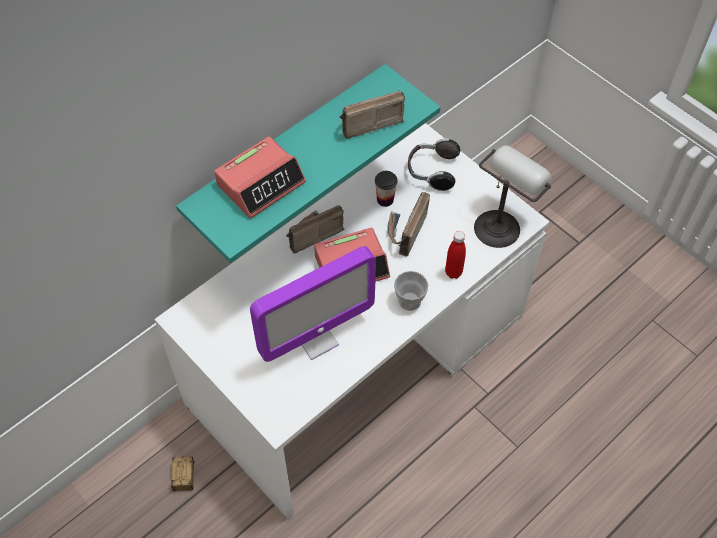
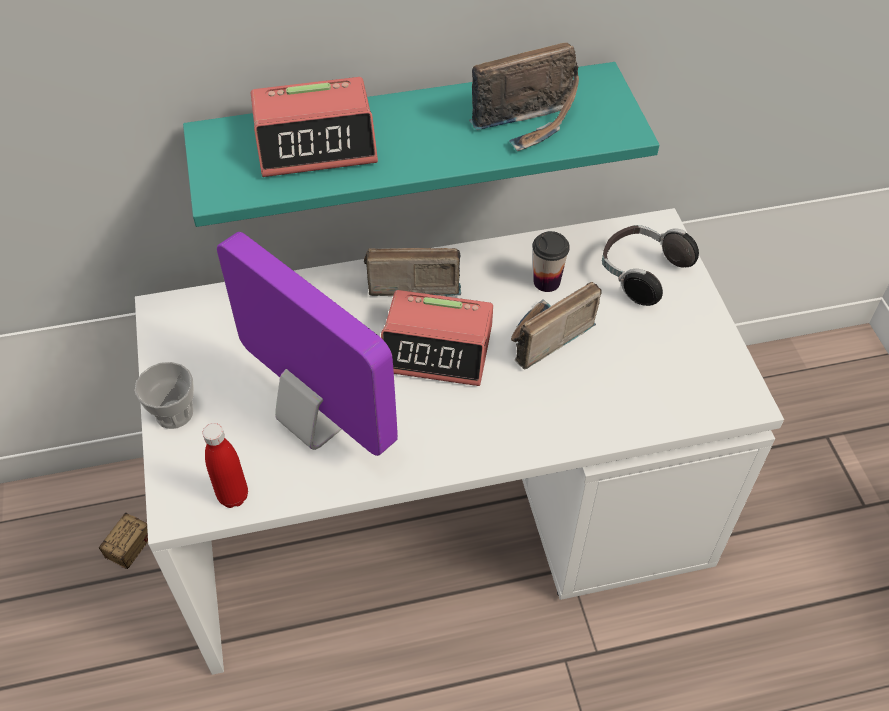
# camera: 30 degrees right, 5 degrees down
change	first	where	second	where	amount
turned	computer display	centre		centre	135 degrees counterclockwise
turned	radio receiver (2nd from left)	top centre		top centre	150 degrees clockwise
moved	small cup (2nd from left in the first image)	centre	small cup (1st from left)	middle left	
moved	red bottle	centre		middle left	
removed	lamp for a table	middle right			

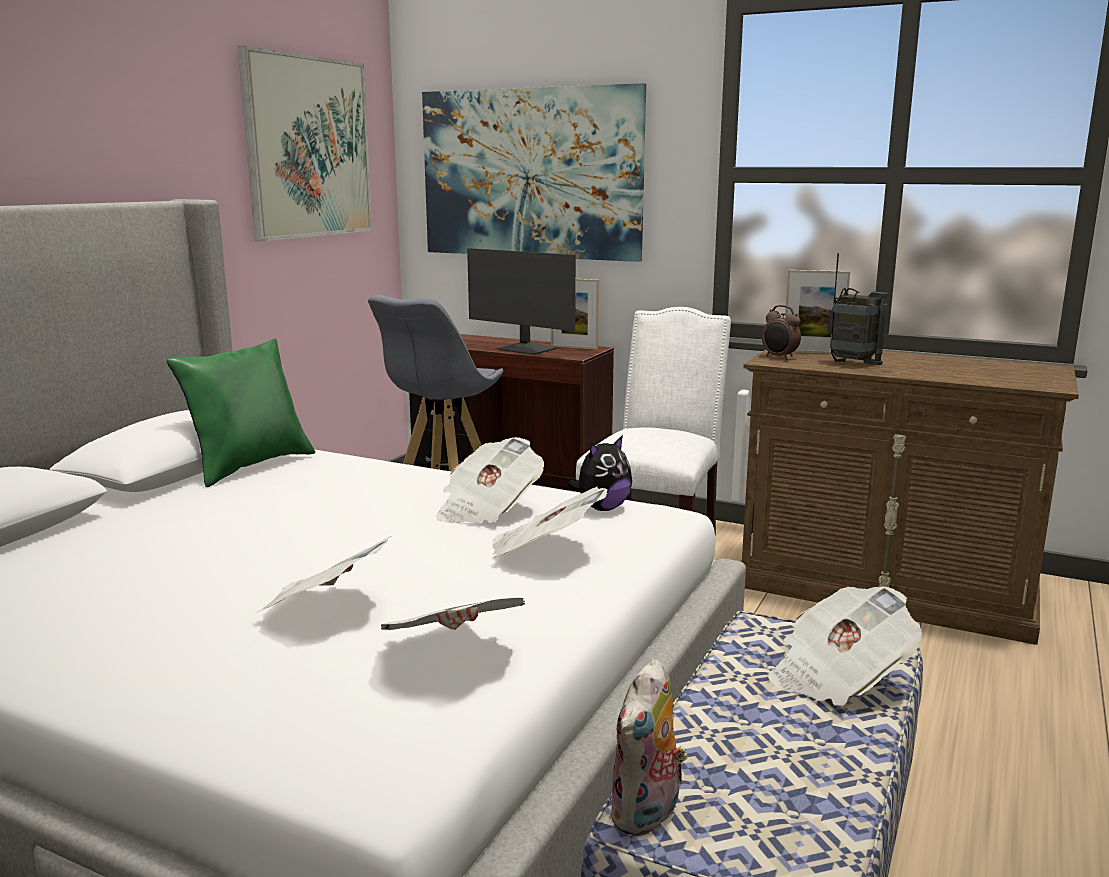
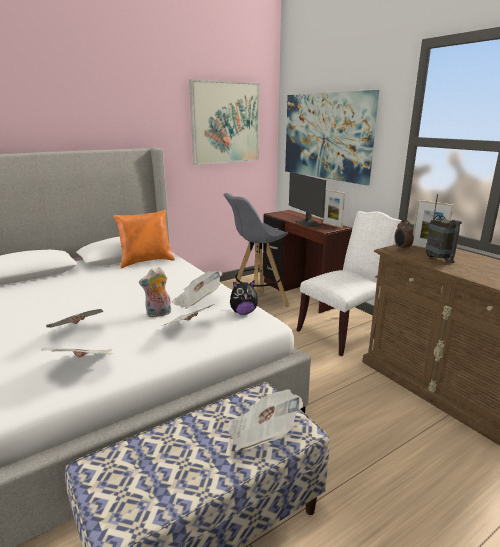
# camera: 30 degrees right, 5 degrees up
change	first	where	second	where	amount
recoloured	green throw pillow	middle left	orange throw pillow	middle left	
moved	soft toy (2nd from left in the first image)	bottom centre	soft toy (1st from left)	middle left	

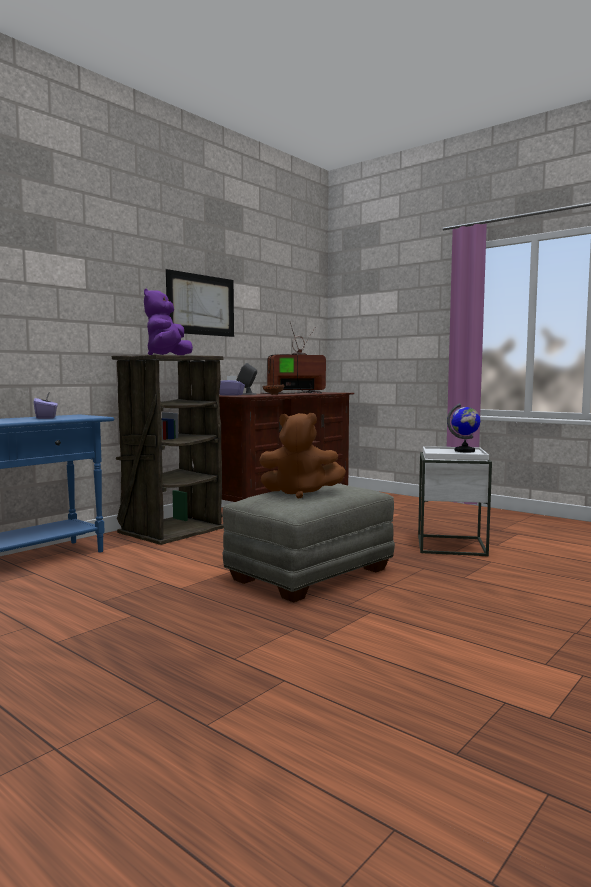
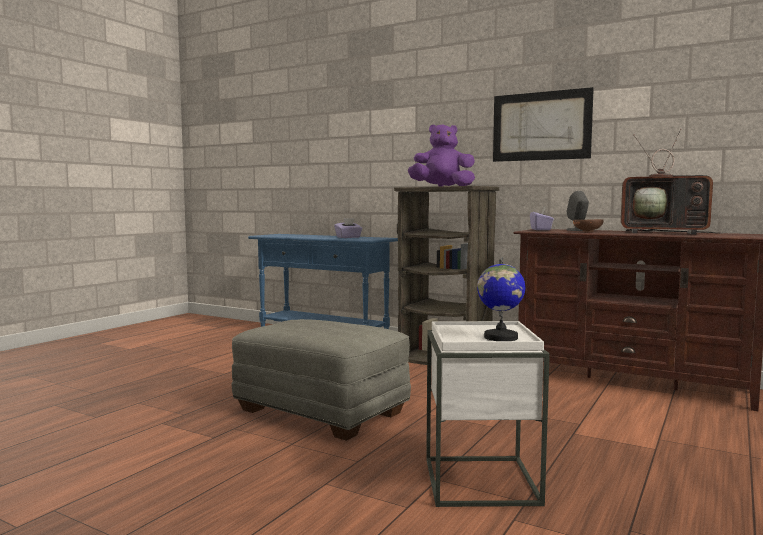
# camera: 80 degrees right, 0 degrees up
change	first	where	second	where	amount
removed	brownish soft toy	centre			
turned	TV set	centre		middle right	135 degrees clockwise

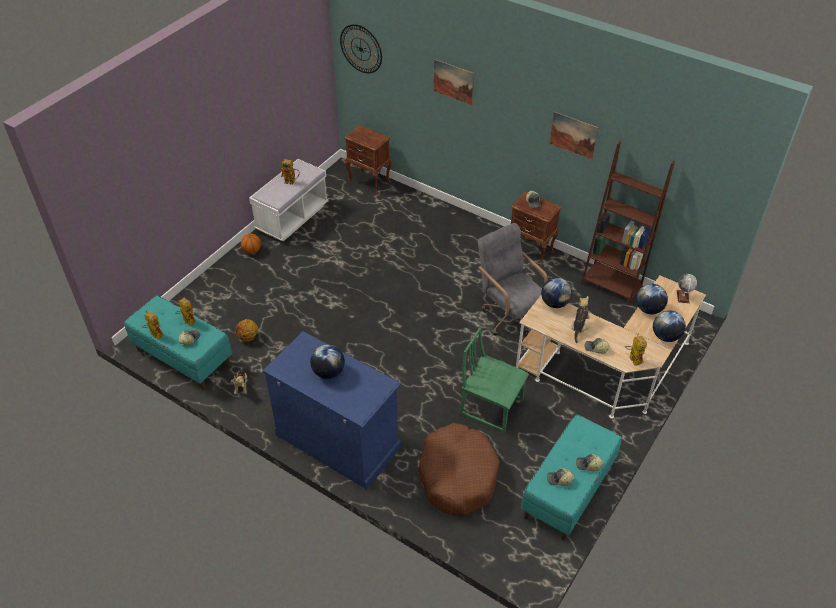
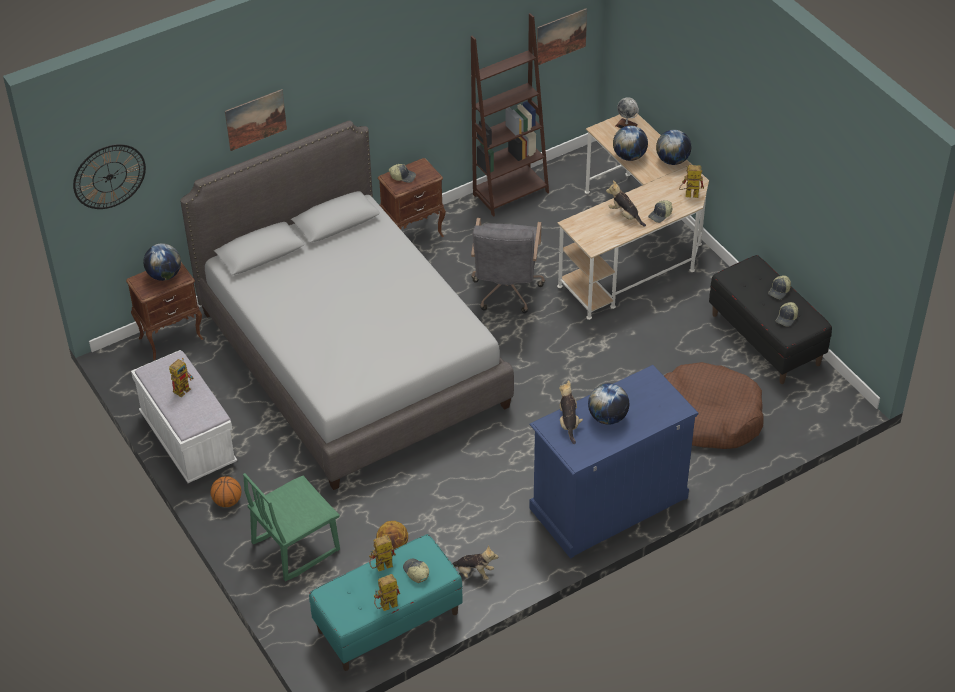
# camera: 65 degrees left, 0 degrees up
change	first	where	second	where	amount
moved	green chair	centre		bottom left	
turned	grey computer chair	centre		centre	75 degrees counterclockwise
recoloured	turquoise-coloured bench (2nd from left)	bottom right	black-coloured bench	middle right	
moved	globe (2nd from left in the first image)	centre	globe (1st from left)	middle left	
moved	wall art (2nd from left)	top right		top centre	
added			grey bedroom bed	centre	
added			soft toy (2nd from left)	centre	

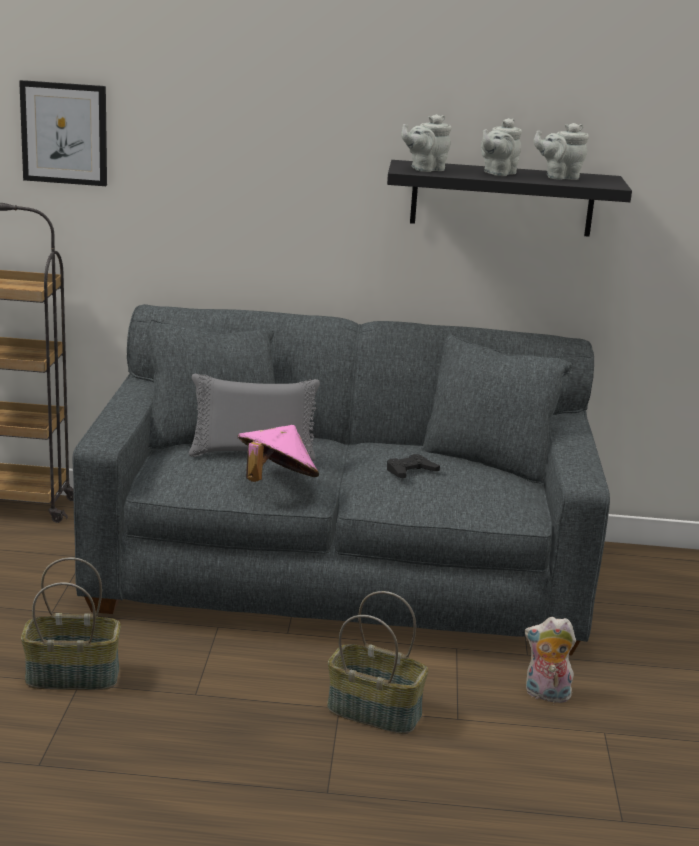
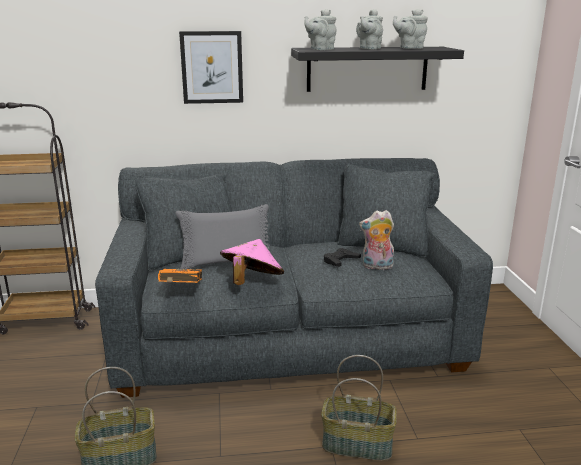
# camera: 10 degrees left, 0 degrees up
change	first	where	second	where	amount
moved	wall art	top left		top centre	
moved	soft toy	bottom right		centre	
added			orange volume	middle left	

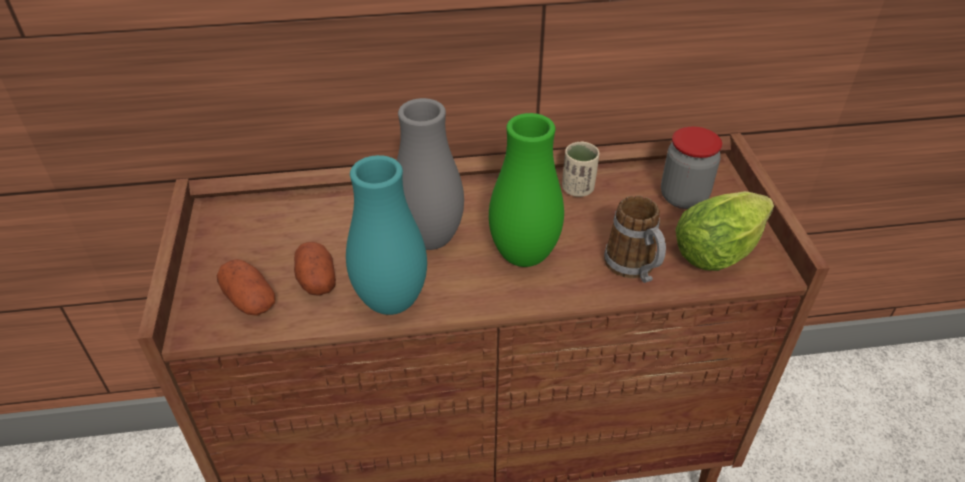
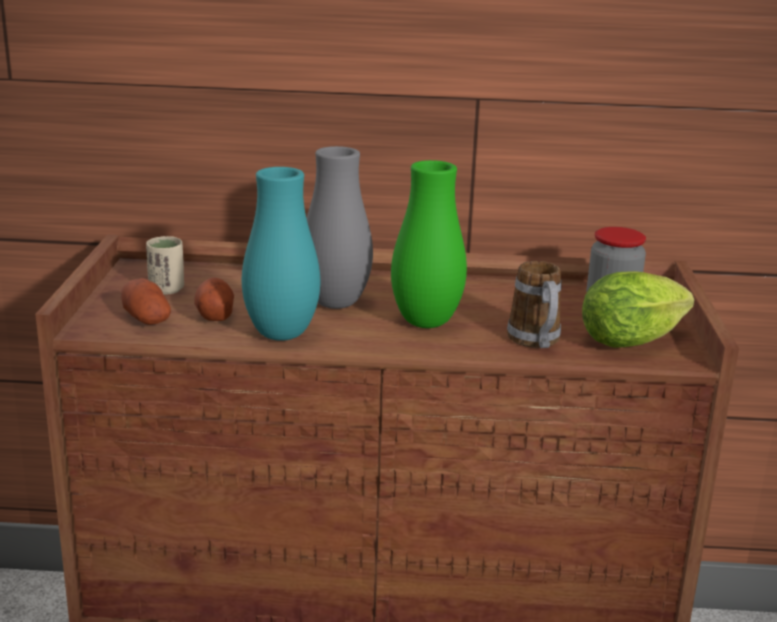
# camera: 10 degrees right, 20 degrees down
change	first	where	second	where	amount
moved	beige small cup	centre		middle left	

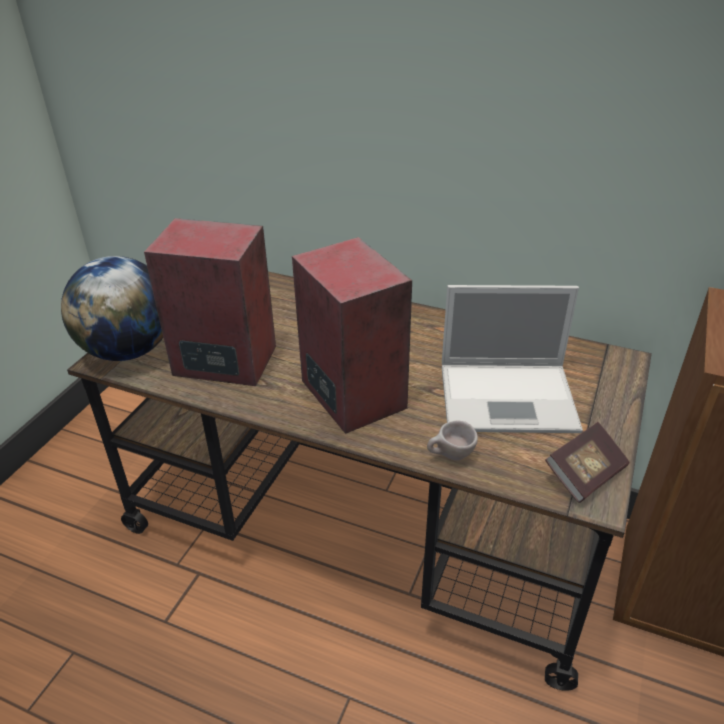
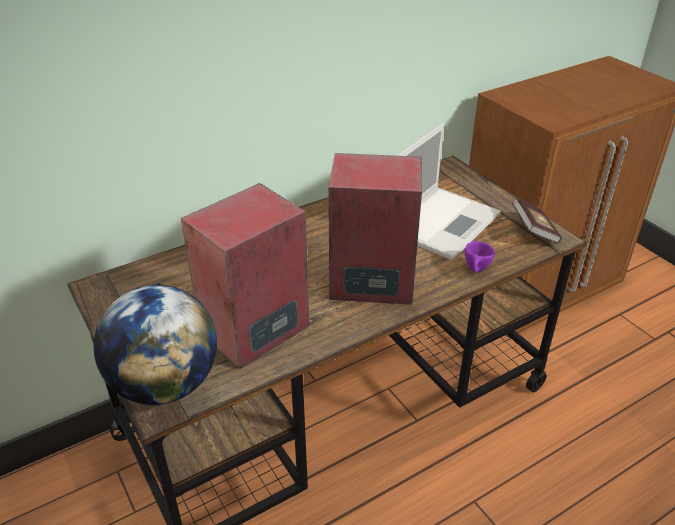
# camera: 55 degrees left, 0 degrees up
change	first	where	second	where	amount
recoloured	beige small cup	centre	purplish small cup	middle right	

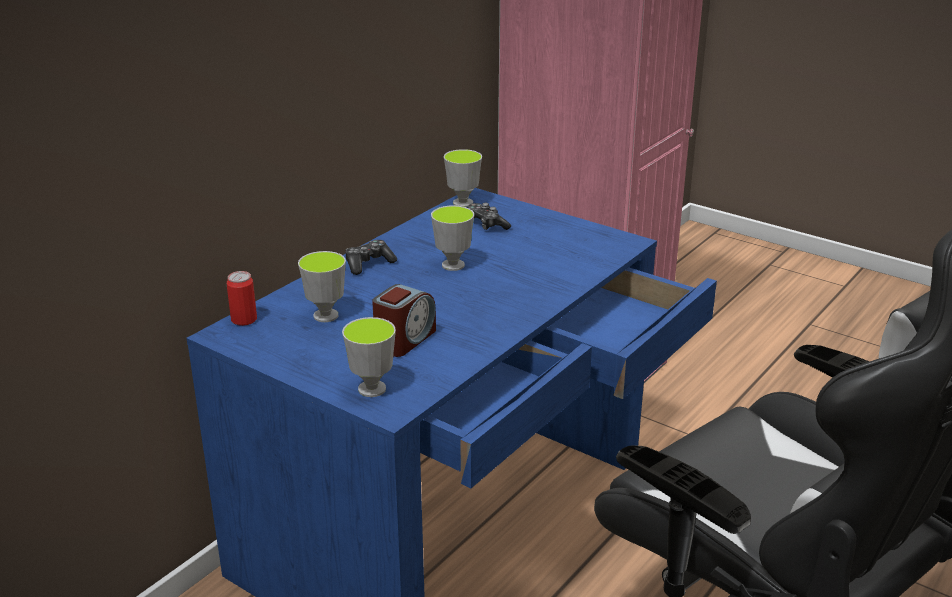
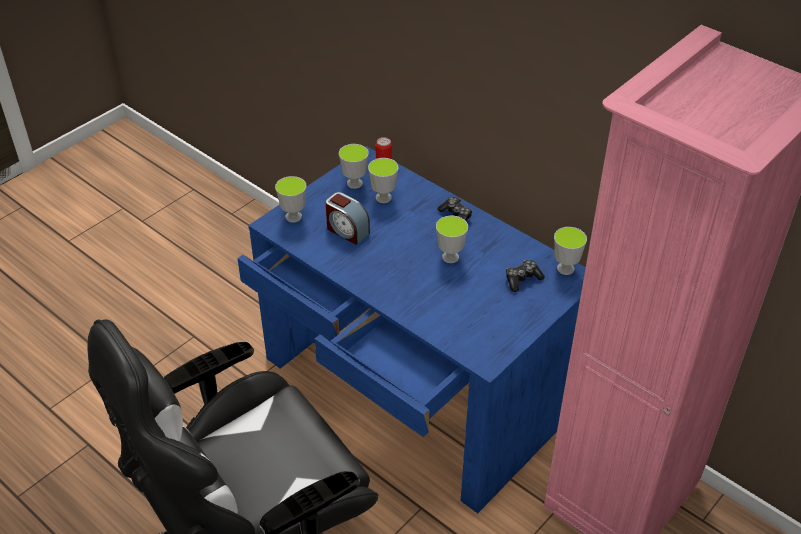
# camera: 95 degrees right, 15 degrees up
change	first	where	second	where	amount
added			small cup (2nd from left)	top centre	

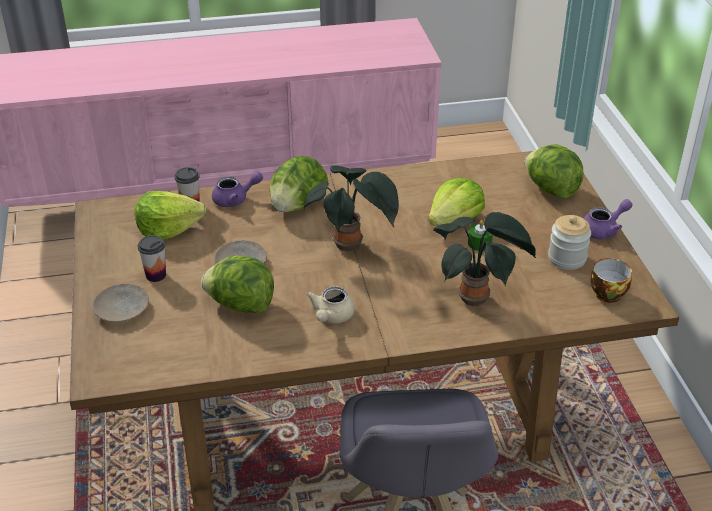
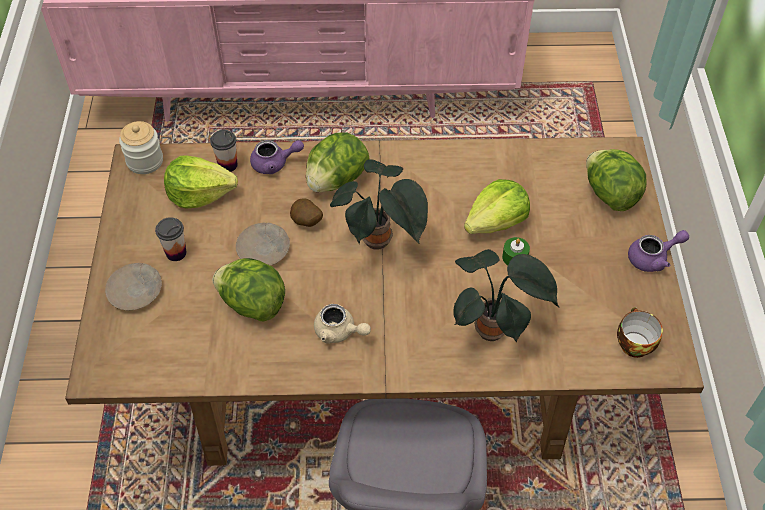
# camera: 10 degrees right, 15 degrees up
change	first	where	second	where	amount
turned	beige tea pot	centre		centre	90 degrees counterclockwise
moved	jar	middle right		top left	
added			spud	centre	

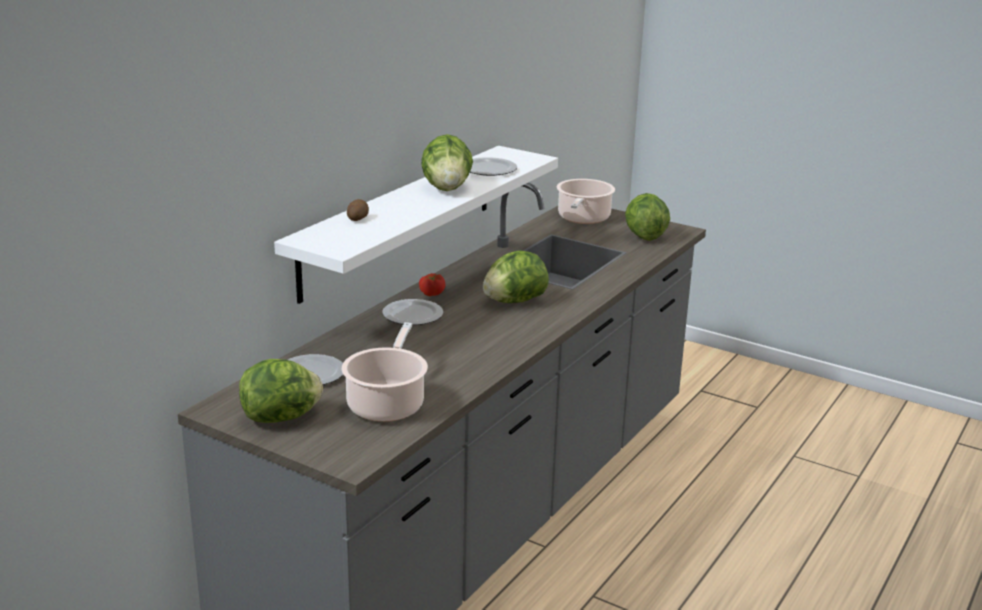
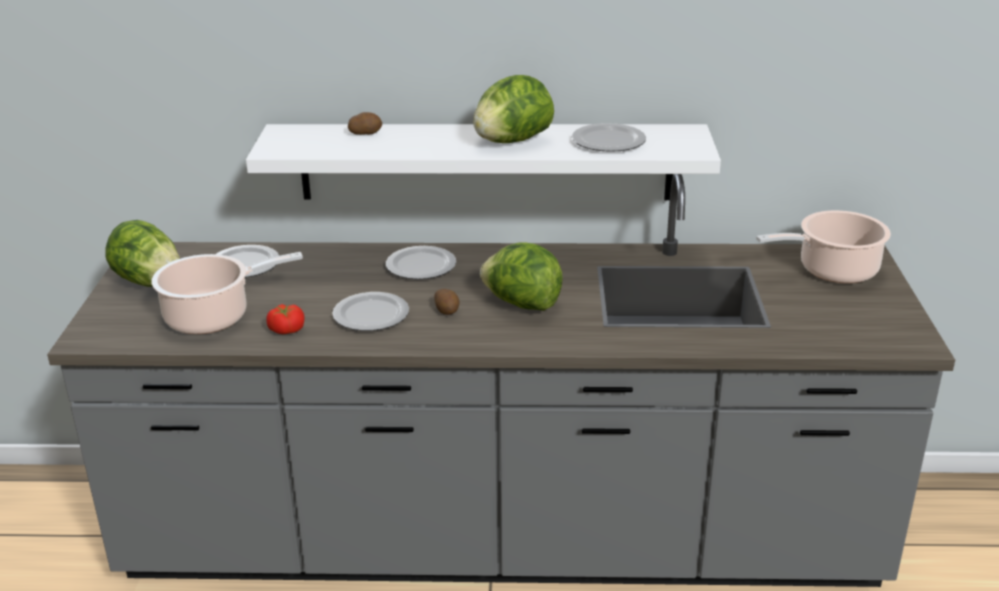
# camera: 60 degrees right, 5 degrees up
change	first	where	second	where	amount
moved	tomato	centre		middle left	
removed	head of lettuce (4th from left)	centre			
added			dinner plate (2nd from left)	centre	
added			spud (2nd from left)	centre	

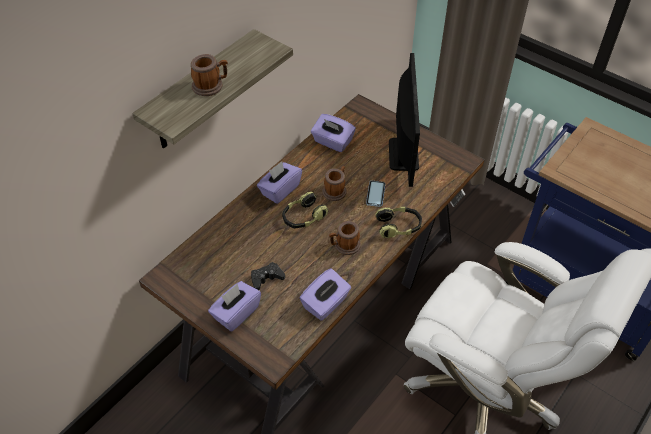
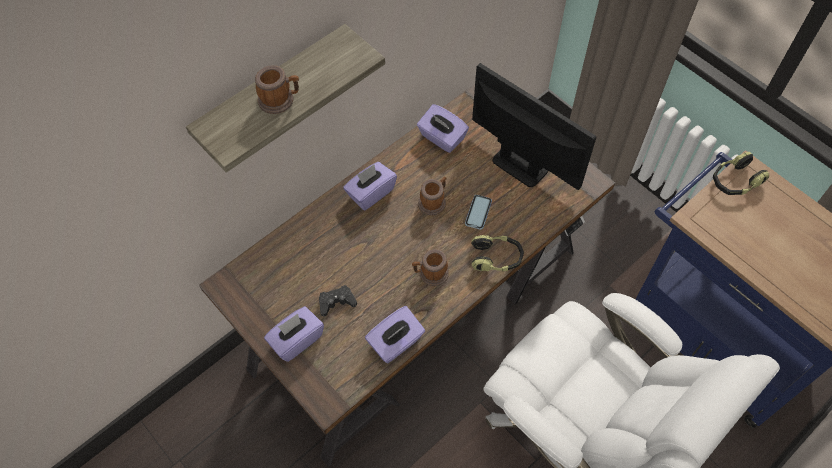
# camera: 10 degrees right, 10 degrees up
change	first	where	second	where	amount
moved	headphones (1st from left in the first image)	centre	headphones (2nd from left)	middle right	
turned	computer display	top centre		top centre	60 degrees counterclockwise

